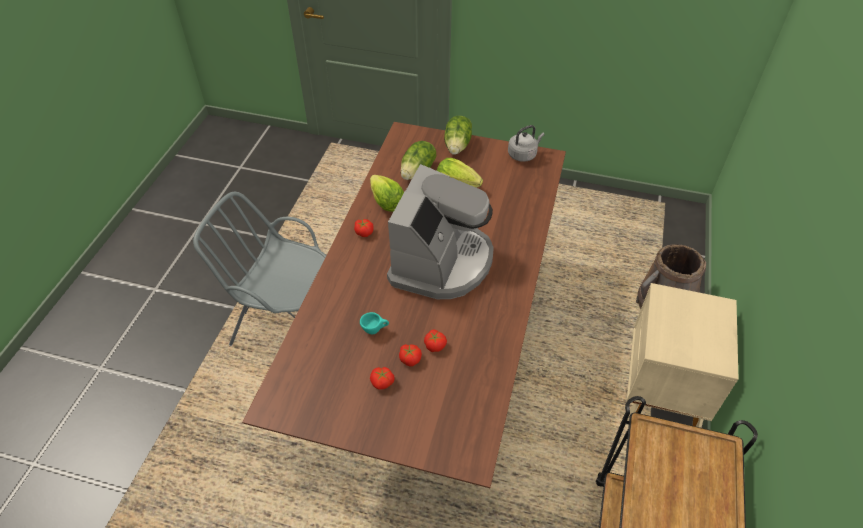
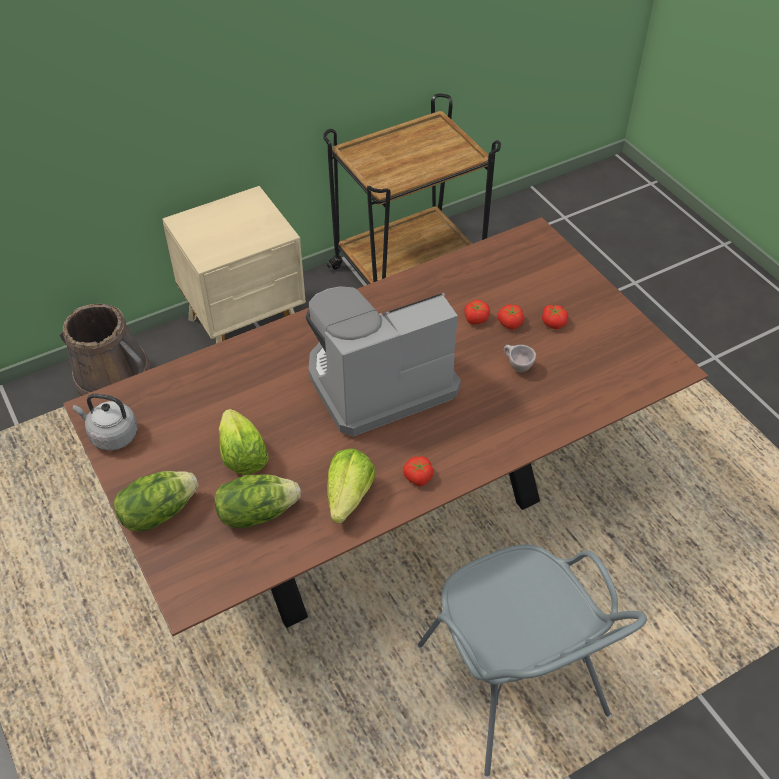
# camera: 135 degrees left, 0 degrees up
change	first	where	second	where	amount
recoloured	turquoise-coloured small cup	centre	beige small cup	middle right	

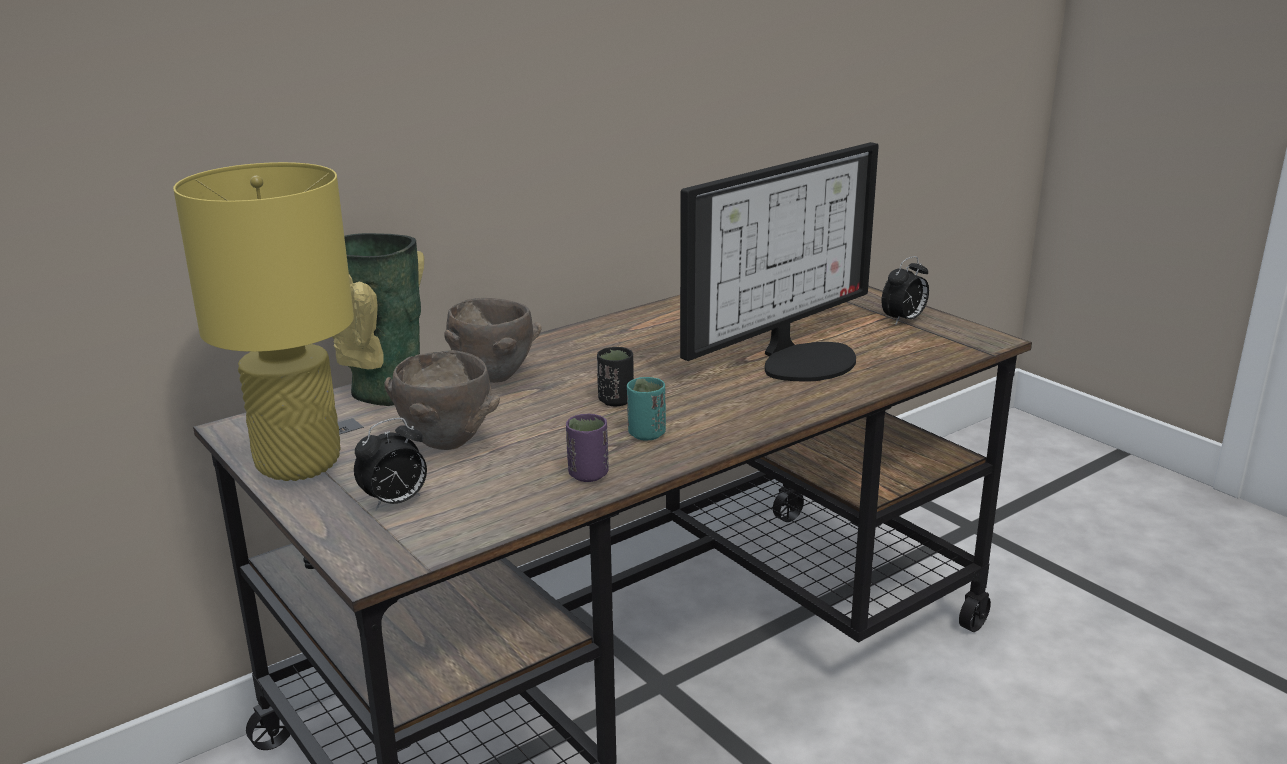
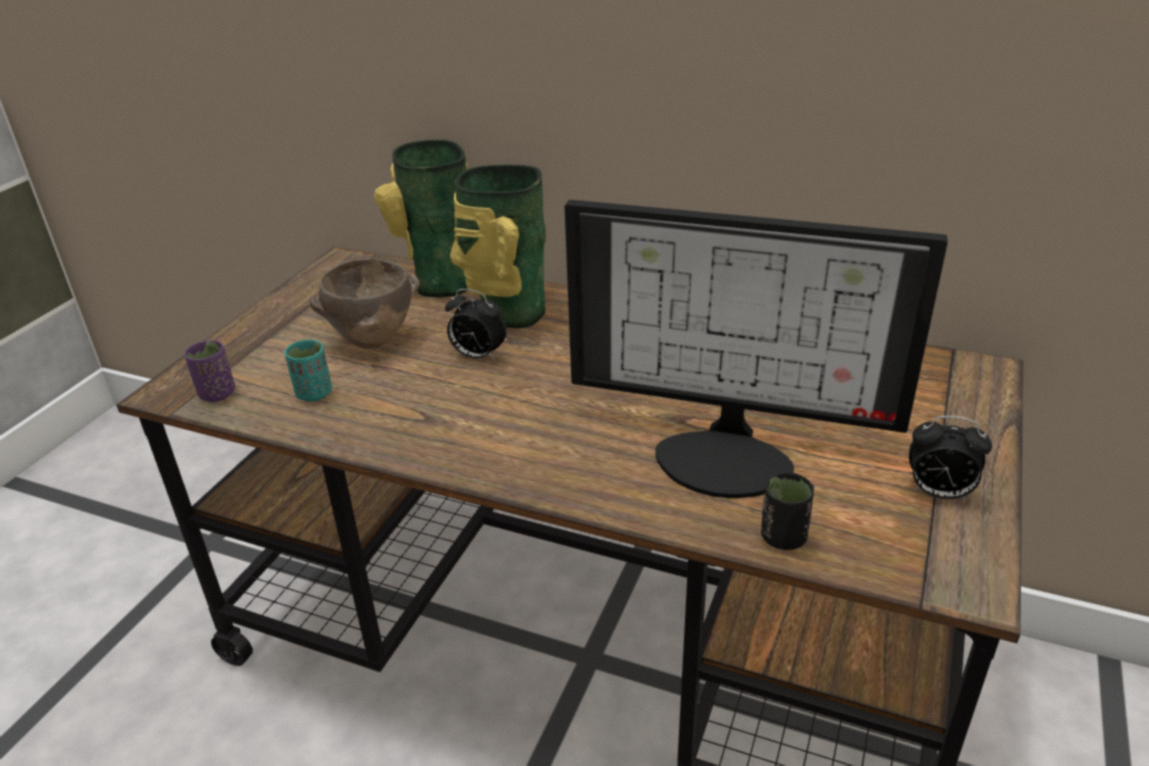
# camera: 60 degrees right, 10 degrees up
change	first	where	second	where	amount
removed	yellowish lamp for a table	middle left			
moved	alarm clock (1st from left)	middle left		centre	
replaced	brownish deep dish (2nd from left)	centre	decorative vase (2nd from left)	top centre	
moved	purplish small cup	centre		middle left	
moved	black-coloured small cup	centre		bottom right	
moved	turquoise-coloured small cup	centre		middle left	

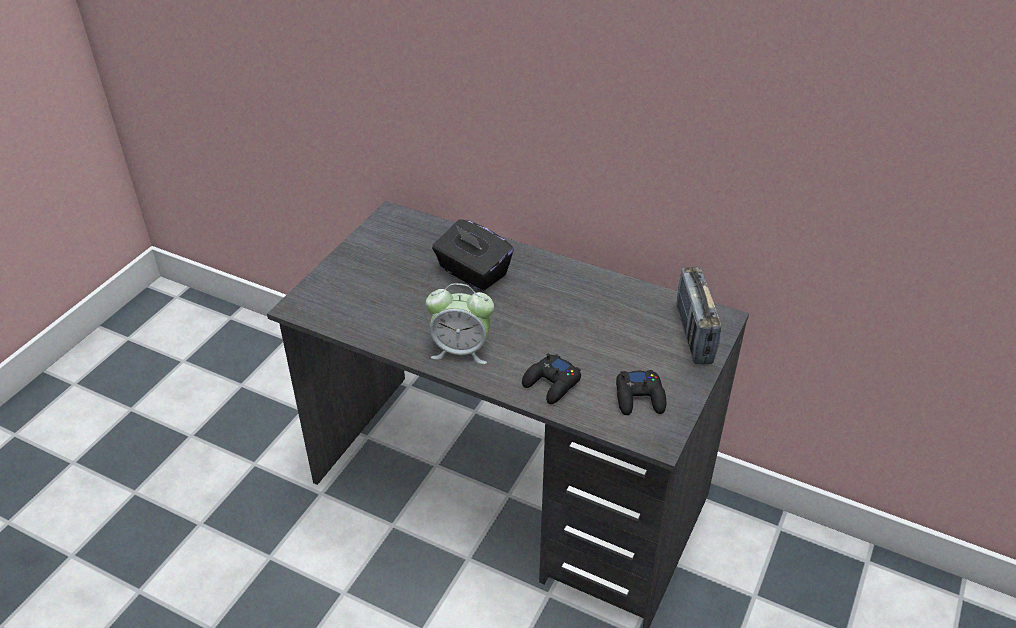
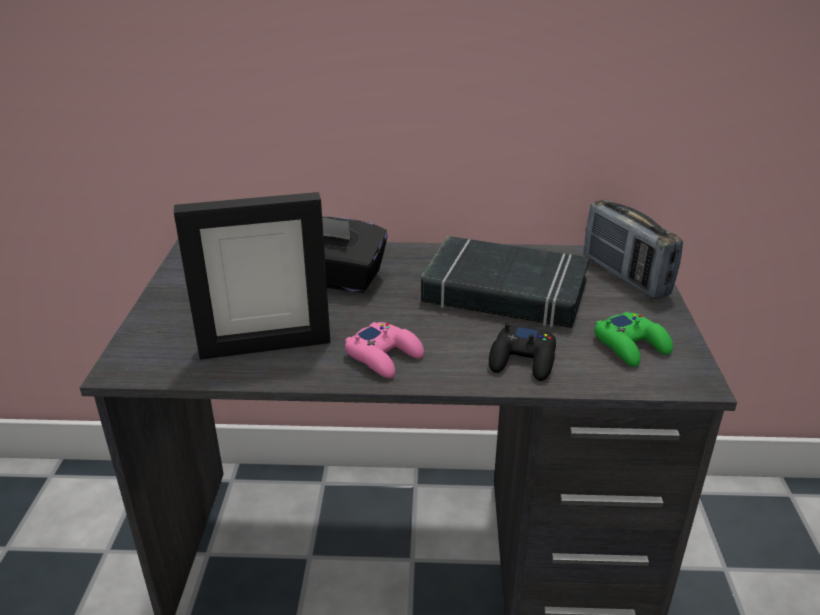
# camera: 25 degrees left, 10 degrees down
change	first	where	second	where	amount
replaced	alarm clock	centre	pink game controller	centre	
recoloured	black-coloured game controller (2nd from left)	centre	green game controller	middle right	
added			picture frame	middle left	
added			black-coloured volume	centre	

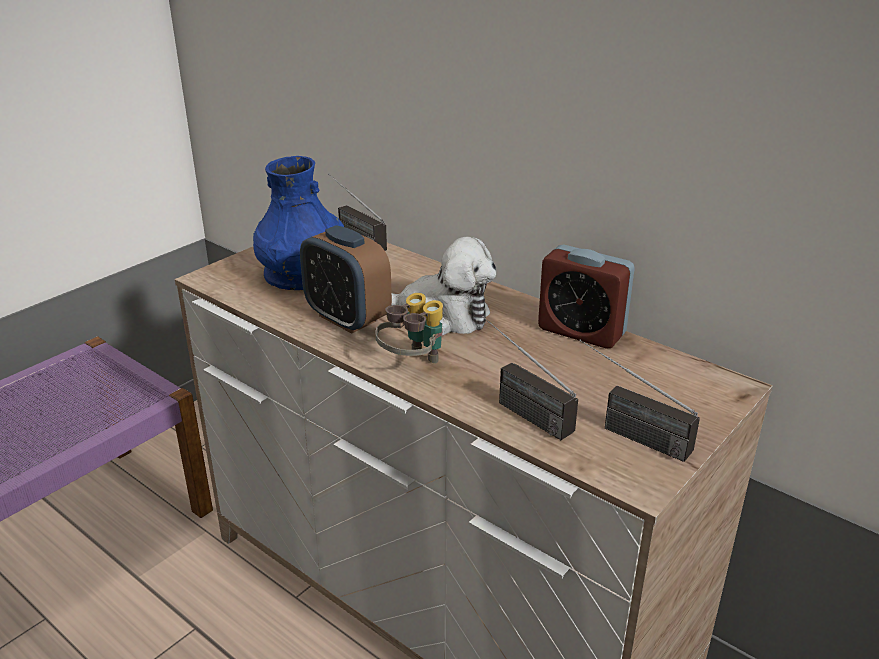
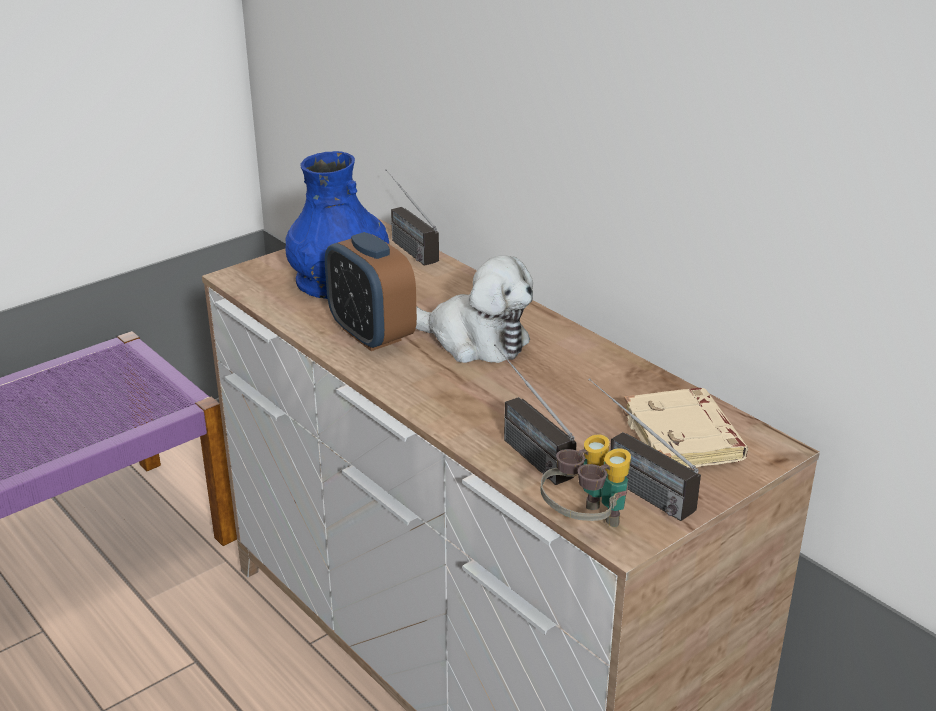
# camera: 10 degrees right, 0 degrees up
change	first	where	second	where	amount
moved	pair of binoculars	centre		bottom centre	
removed	alarm clock (2nd from left)	middle right			
added			beige volume	middle right	

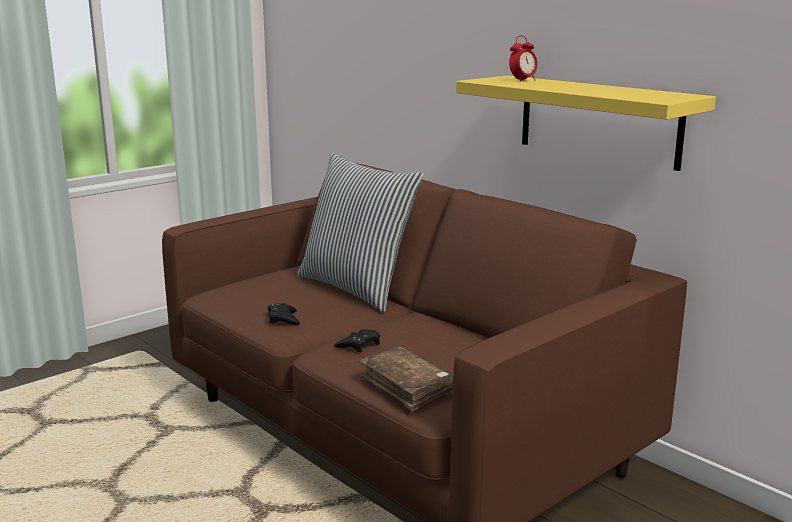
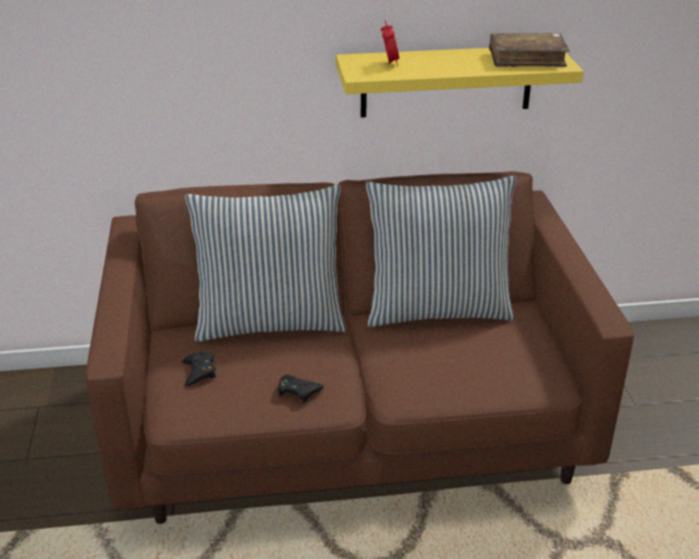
# camera: 55 degrees left, 15 degrees up
change	first	where	second	where	amount
moved	black-coloured game controller (2nd from left in the first image)	centre	black-coloured game controller (1st from left)	middle left	
moved	brownish volume	bottom centre		top right	
added			throw pillow (2nd from left)	centre	

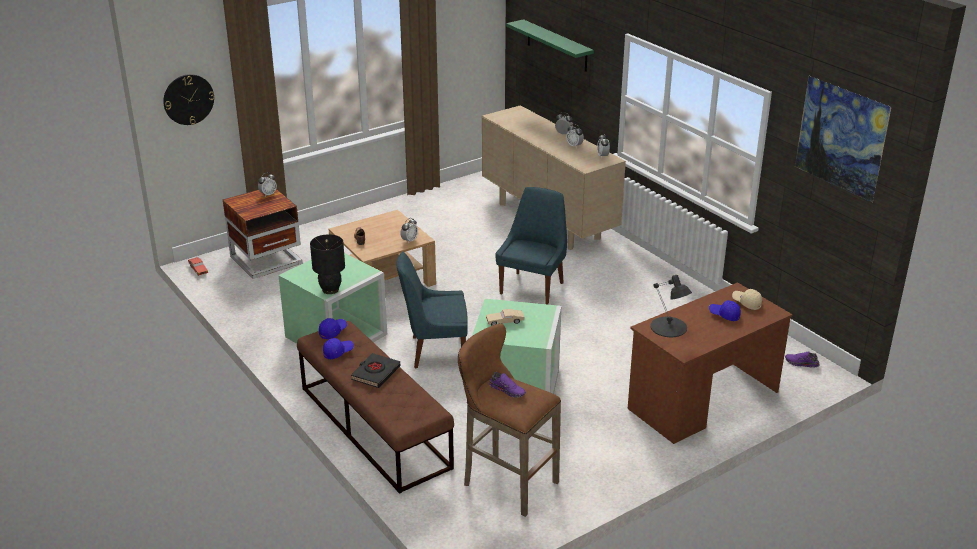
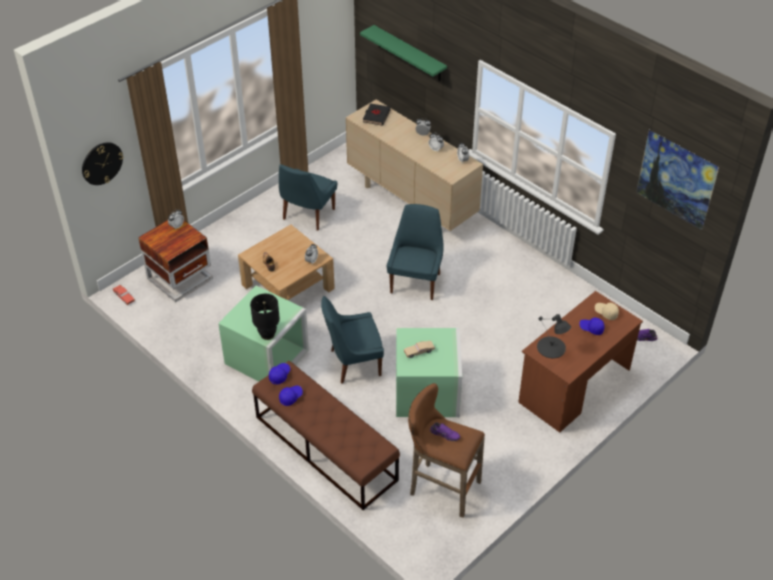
# camera: 10 degrees left, 15 degrees up
change	first	where	second	where	amount
moved	black-coloured volume	bottom centre		top centre	
added			bluish chair (1st from left)	centre	

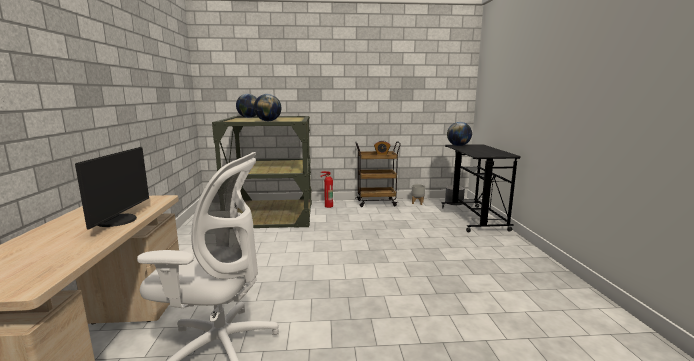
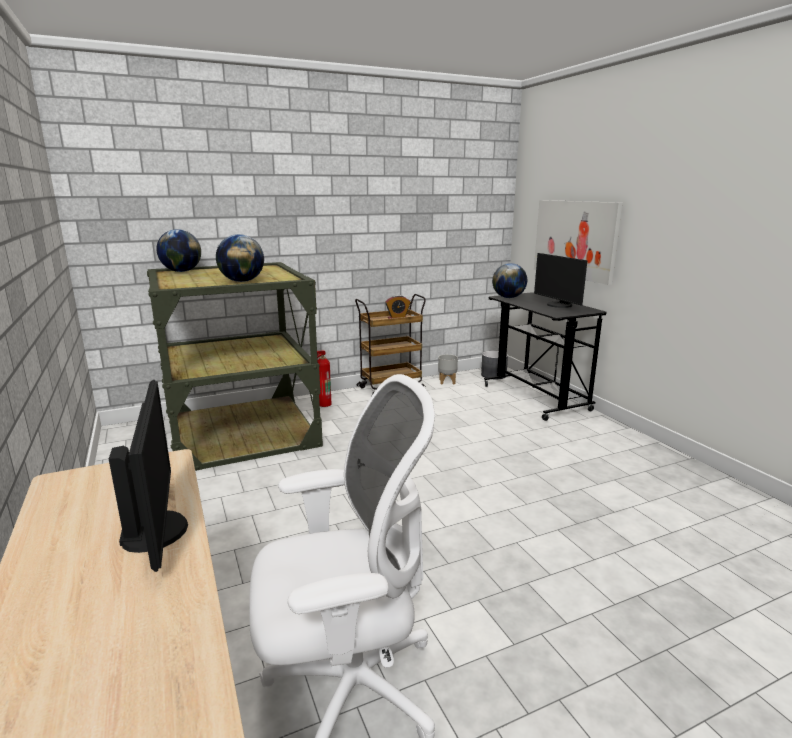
# camera: 20 degrees left, 5 degrees up
change	first	where	second	where	amount
added			wall art	top right	
added			computer display (2nd from left)	middle right	

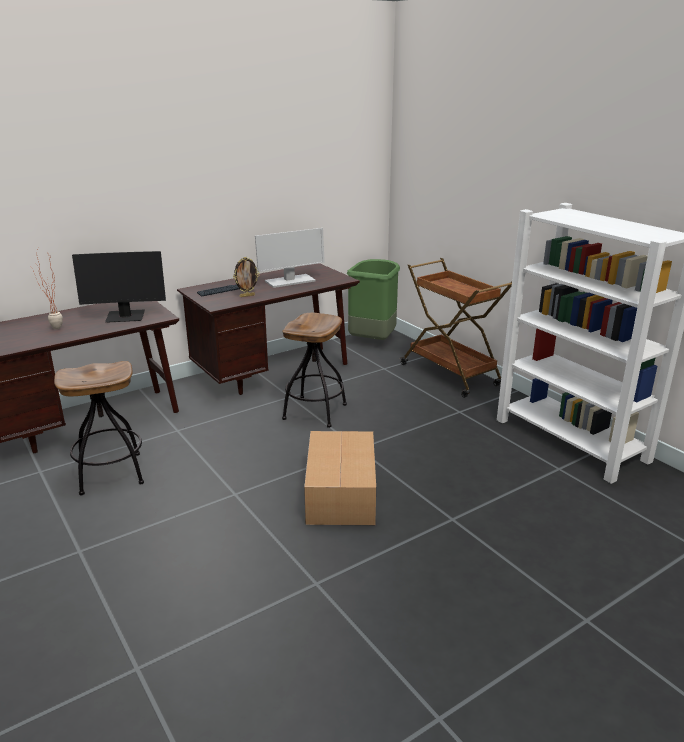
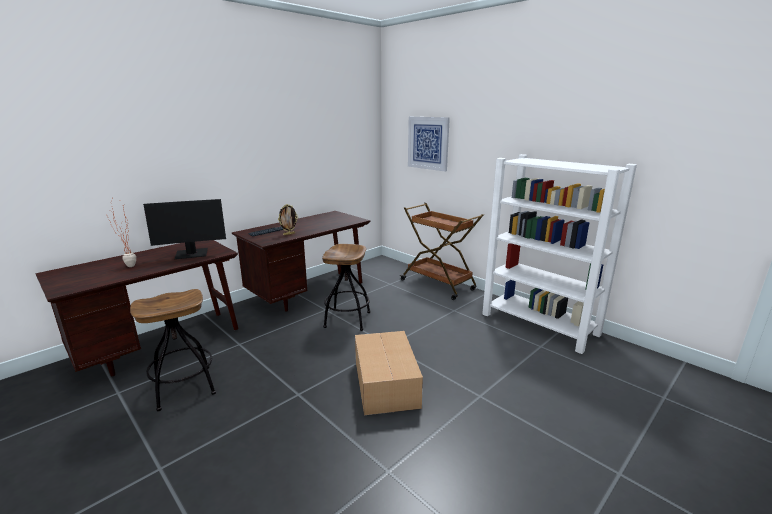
# camera: 10 degrees left, 5 degrees down
change	first	where	second	where	amount
removed	computer display (2nd from left)	centre			
removed	green rubbish bin	centre			
added			wall art	top centre	

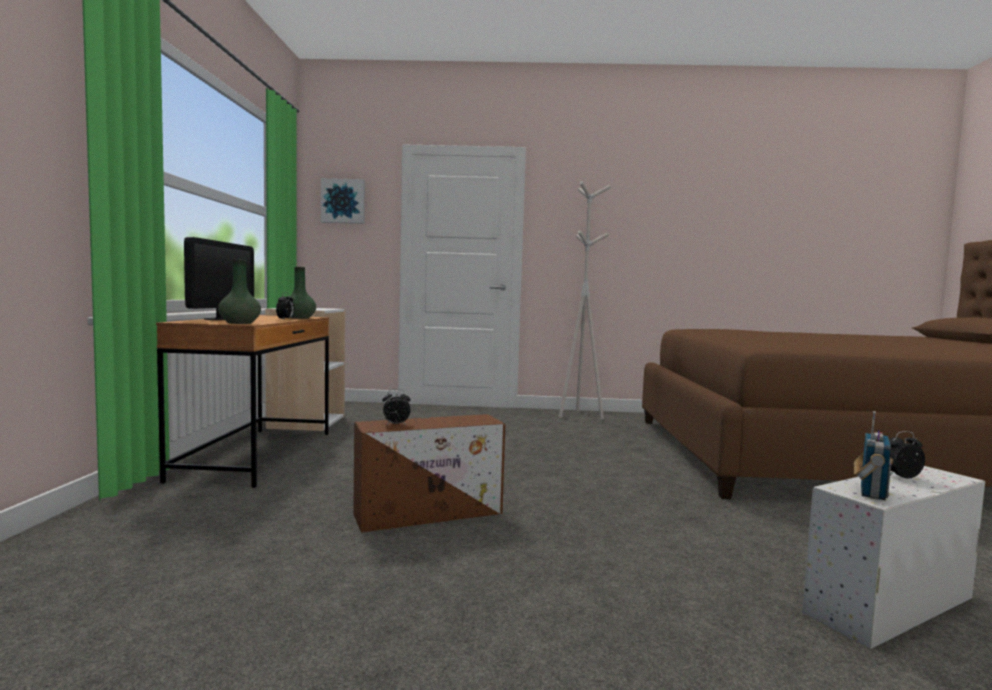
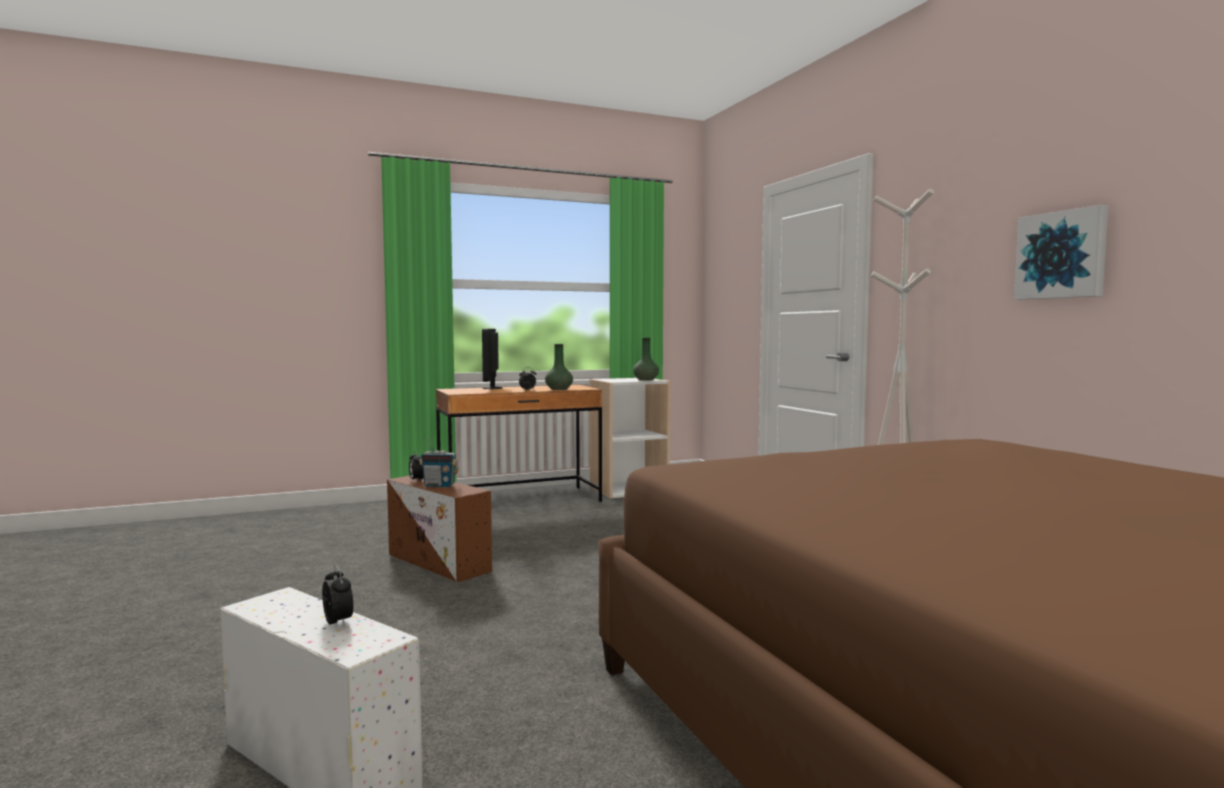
# camera: 65 degrees right, 0 degrees up
change	first	where	second	where	amount
turned	computer display	middle left		centre	105 degrees clockwise
moved	green decorative vase (1st from left in the first image)	middle left	green decorative vase (2nd from left)	centre	
moved	wall art	top centre		top right	
moved	radio receiver	middle right		centre	

